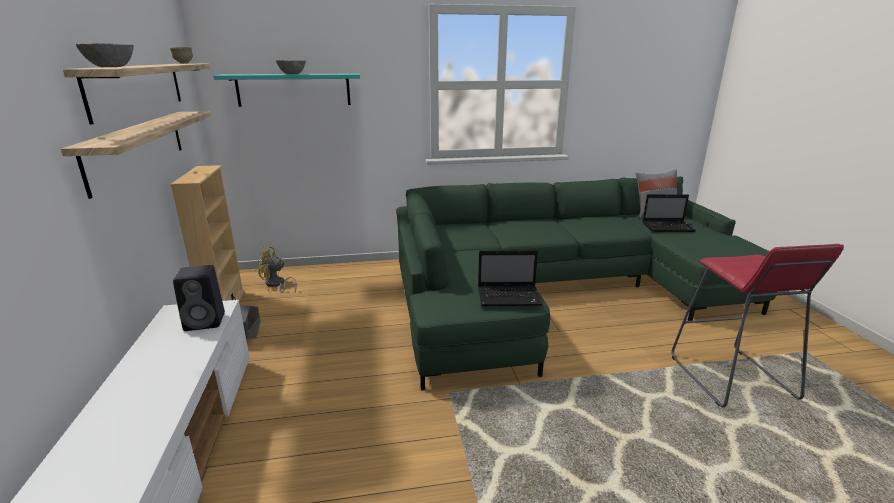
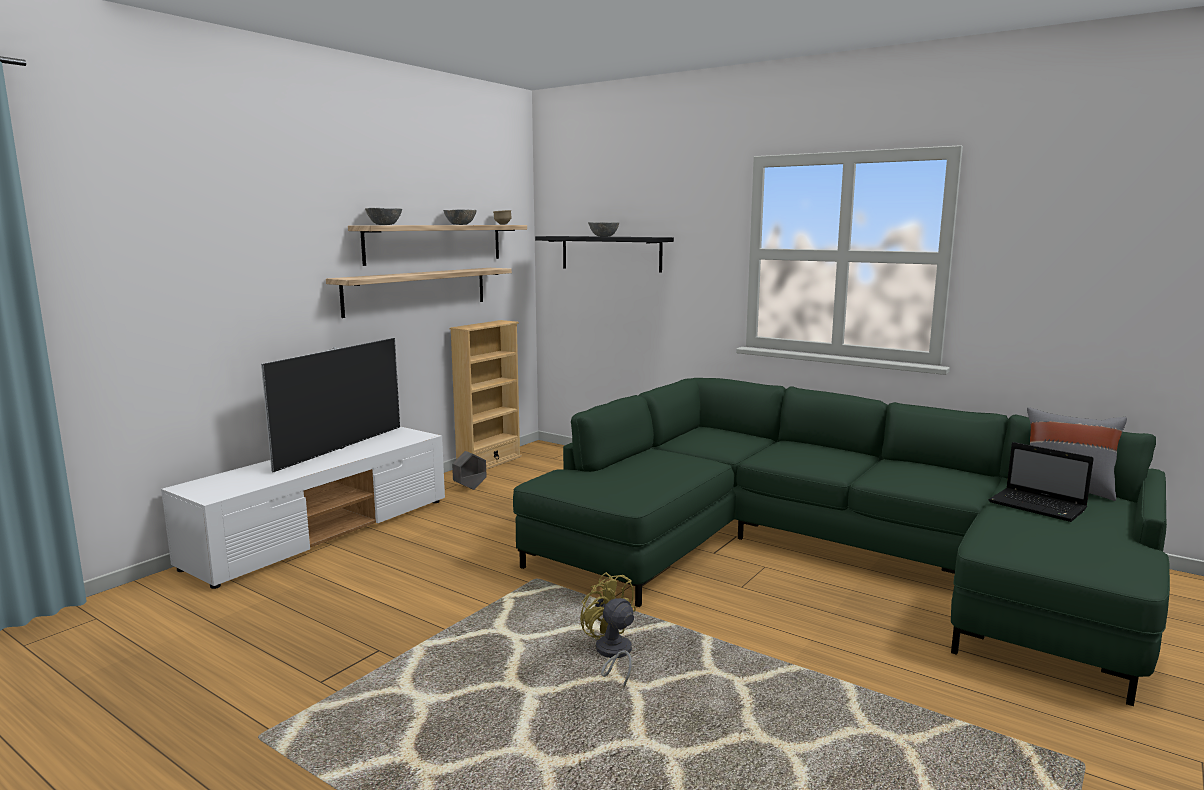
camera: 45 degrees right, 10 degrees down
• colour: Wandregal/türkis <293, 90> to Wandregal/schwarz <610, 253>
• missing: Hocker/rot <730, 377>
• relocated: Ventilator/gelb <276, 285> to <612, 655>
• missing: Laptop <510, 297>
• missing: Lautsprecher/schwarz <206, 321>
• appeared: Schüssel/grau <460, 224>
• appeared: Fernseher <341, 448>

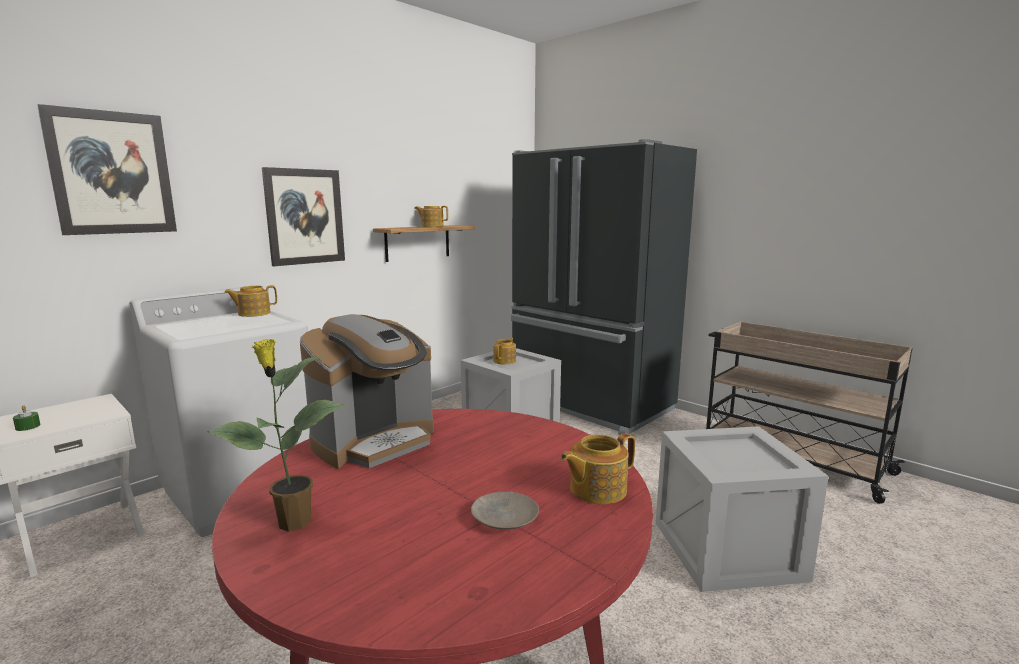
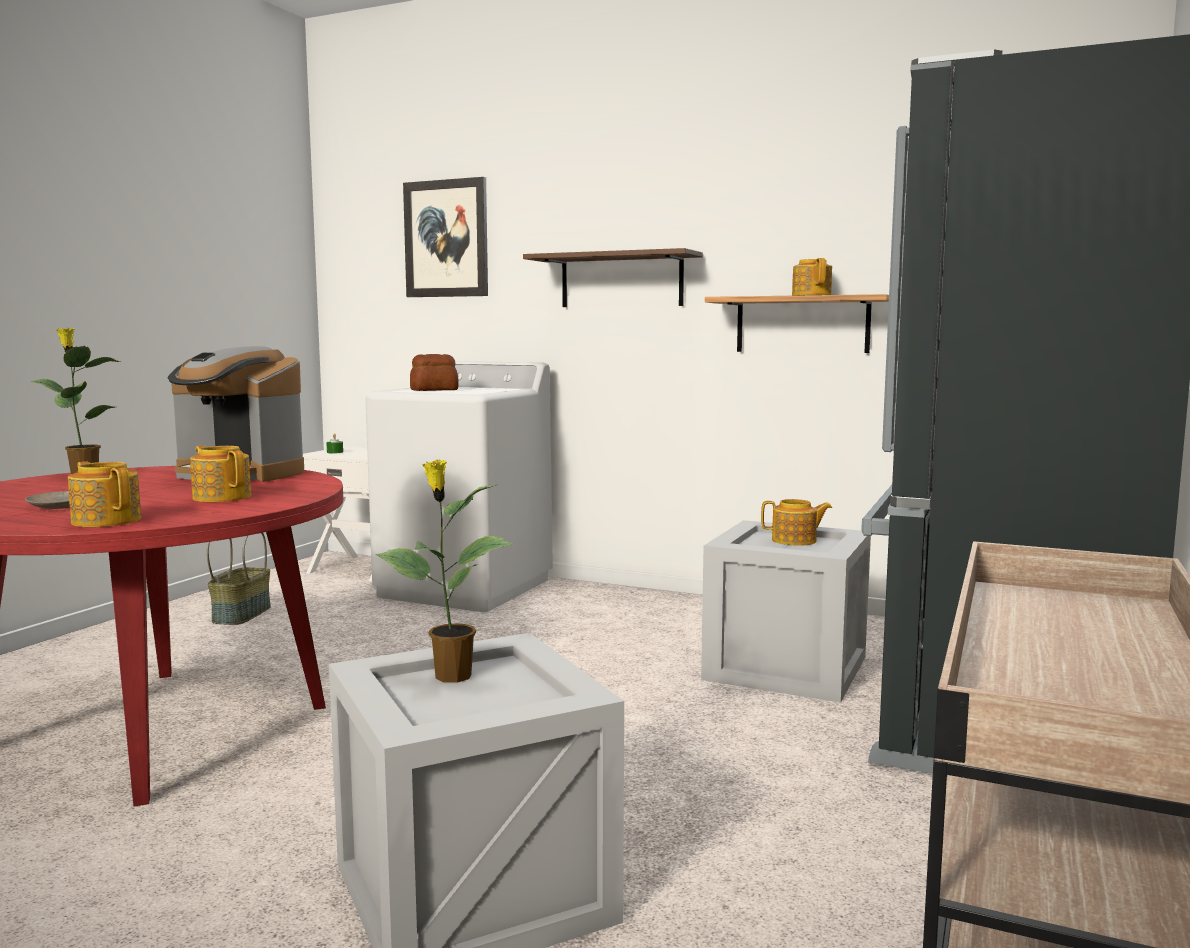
camera: 70 degrees right, 5 degrees down
• exchanged: Bild <305, 216> to Wandregal/braun <621, 280>
• relocated: Teekanne <253, 313> to <222, 497>
• appeared: Brot <435, 390>
• appeared: Topfpflanze <450, 676>
• appeared: Korb <241, 614>

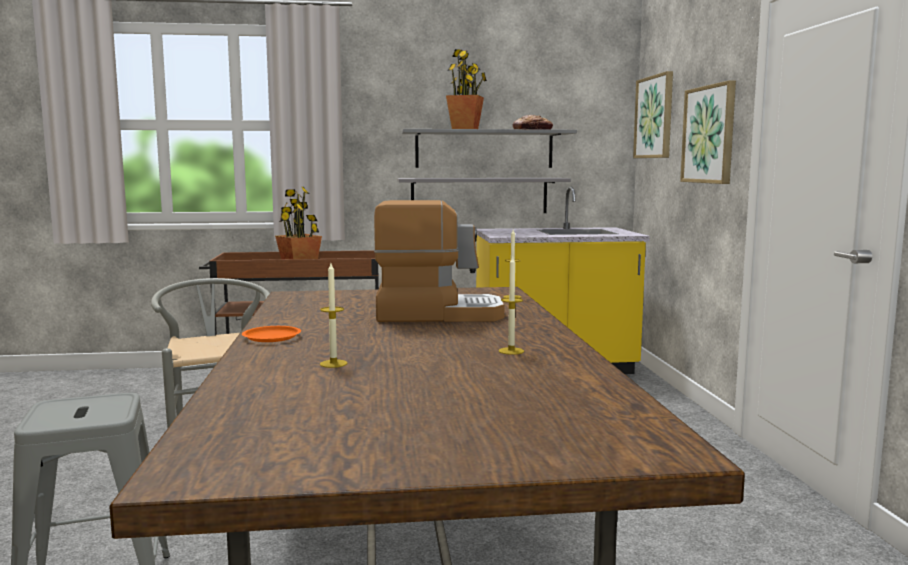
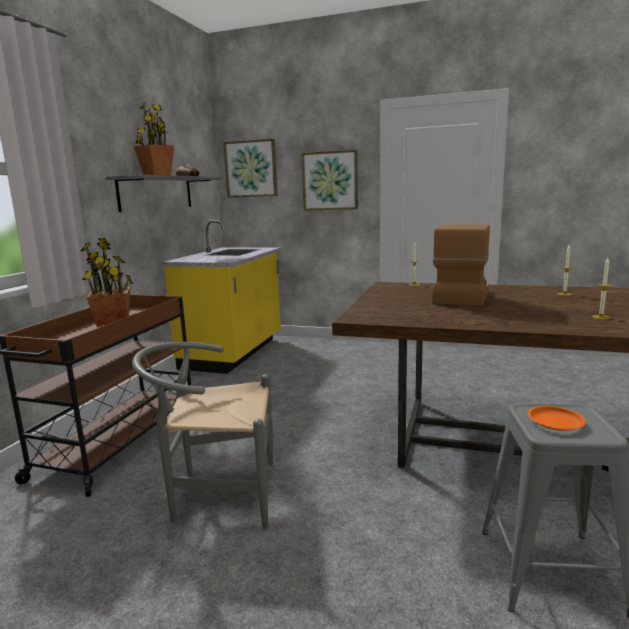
camera: 65 degrees left, 5 degrees up
• missing: Wandregal/grau <479, 195>
• relocated: Teller/orange <271, 337> to <555, 422>

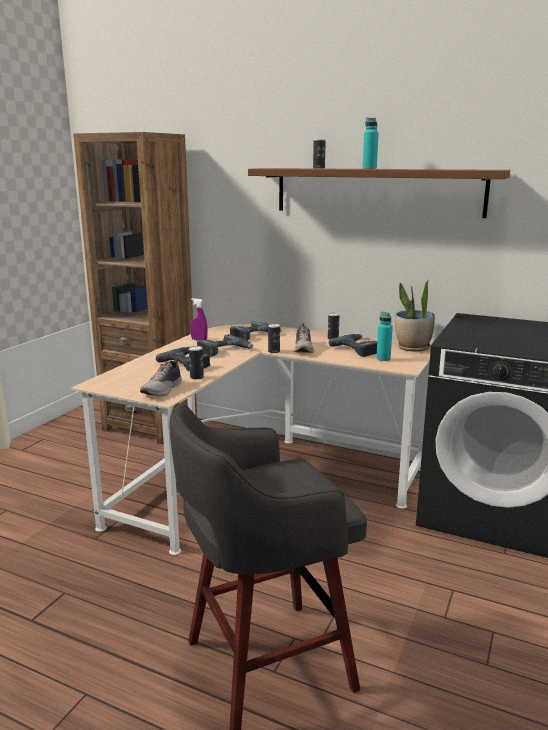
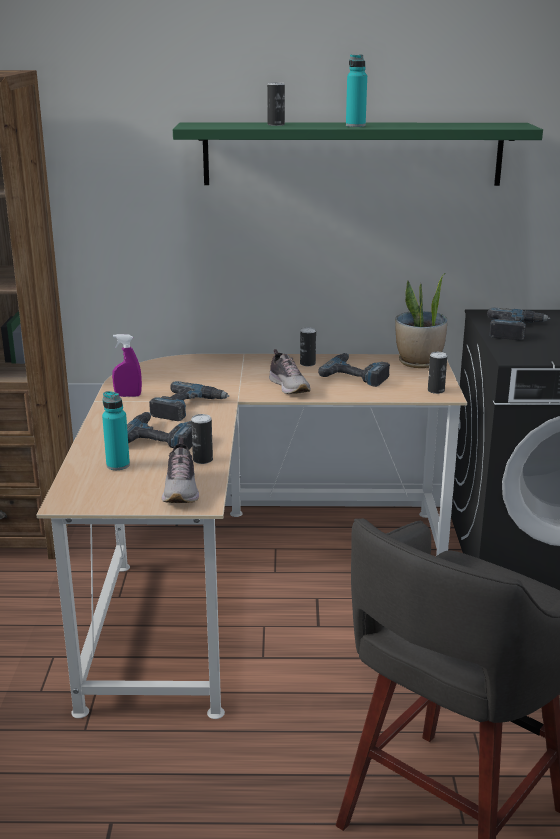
camera: 25 degrees left, 5 degrees up
• colour: Wandregal/braun <377, 191> to Wandregal/grün <352, 154>
• relocated: Flasche/türkis <383, 359> to <118, 465>
• relocated: Bohrmaschine <255, 336> to <515, 330>
• relocated: Dose <274, 351> to <436, 390>

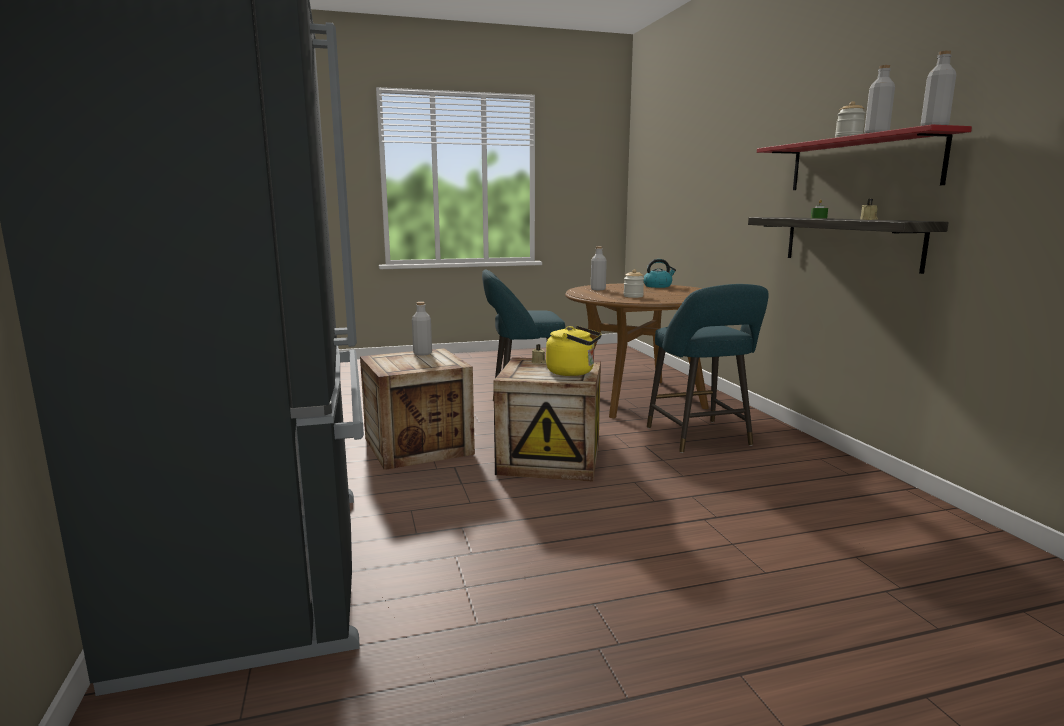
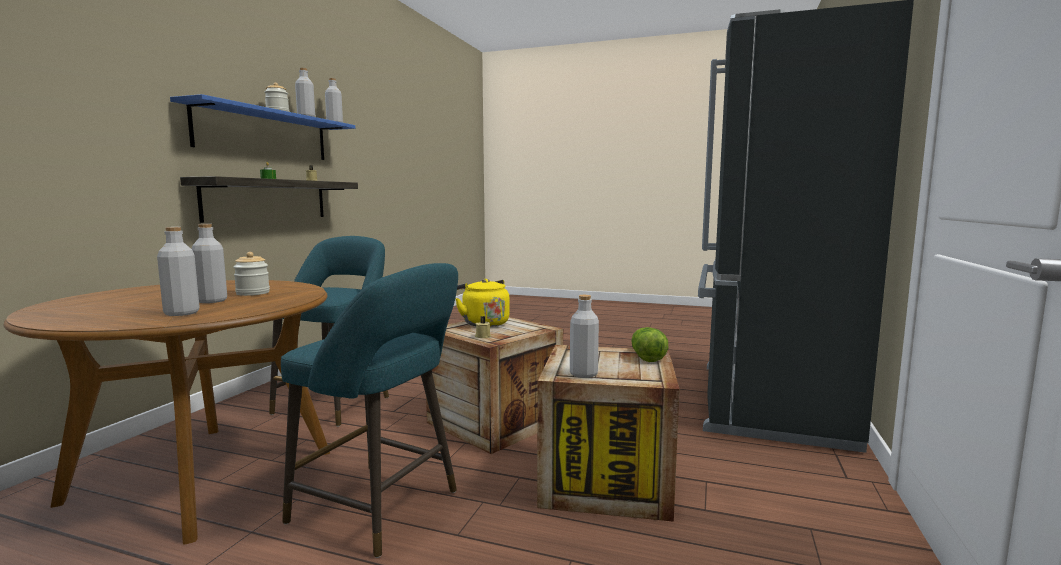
camera: 145 degrees left, 5 degrees down
• colour: Wandregal/rot <861, 164> to Wandregal/blau <265, 134>
• missing: Wasserkessel <658, 286>
• appeared: Flasche/grau <212, 301>
• appeared: Salatkopf <646, 357>

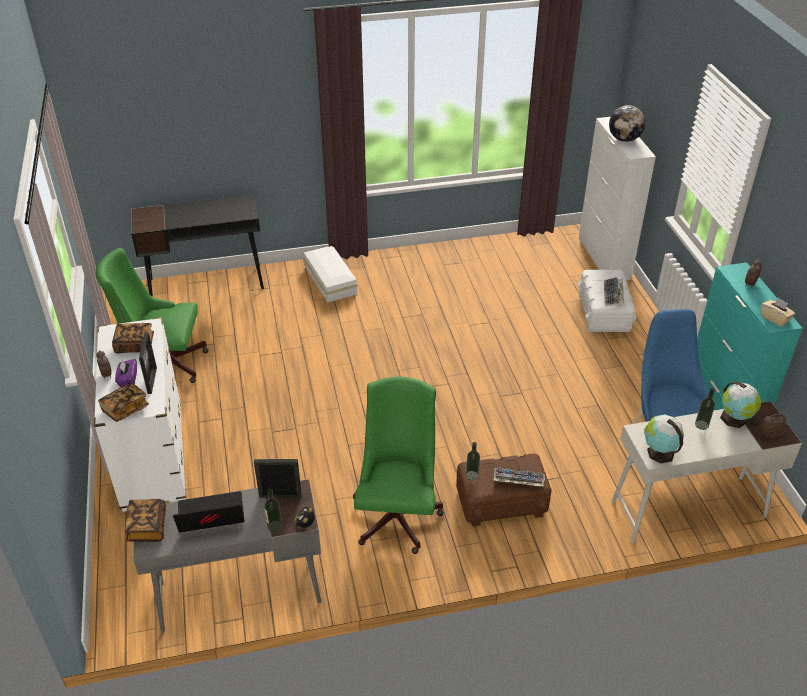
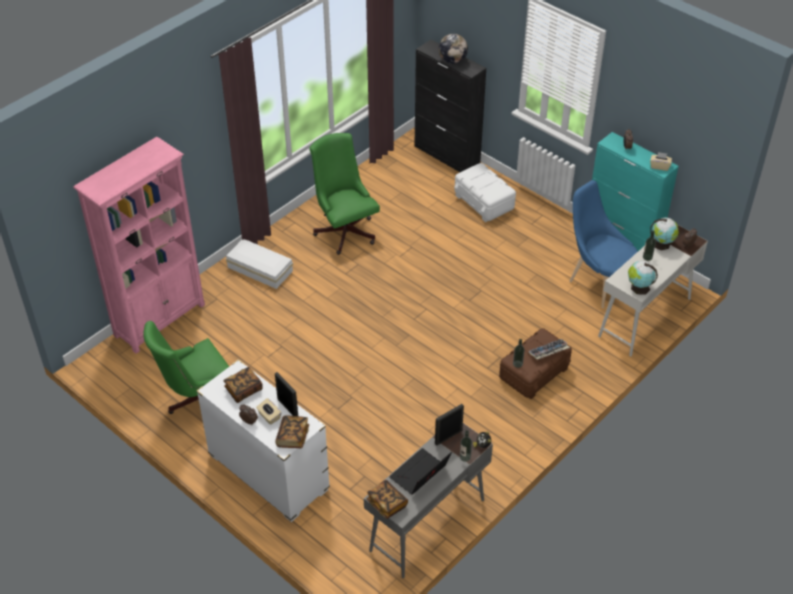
camera: 35 degrees left, 5 degrees up
• colour: Schrank/weiß <604, 258> to Schrank/schwarz <447, 156>
• exchanged: Schreibtisch/schwarz <207, 283> to Bücherregal/rosa <160, 320>
• missing: Tastatur <613, 295>
• colour: Taschentuchbox/lila <128, 379> to Taschentuchbox/beige <269, 416>
• relocated: Bürostuhl/grün <398, 513> to <344, 230>

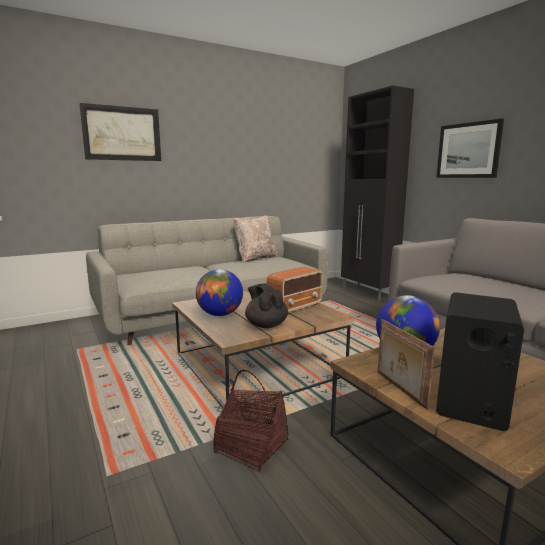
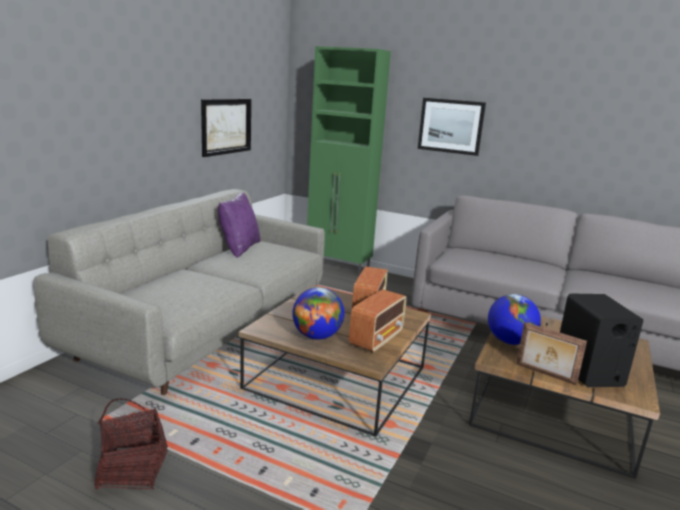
camera: 35 degrees left, 5 degrees up
• colour: Schrank/schwarz <368, 293> to Schrank/grün <339, 267>
• relocated: Bild <122, 133> to <226, 126>
• colour: Kissen/beige <255, 258> to Kissen/lila <239, 248>
• exchanged: Teekanne/schwarz <266, 325> to Radio <377, 339>
• relocated: Korb <251, 446> to <133, 470>

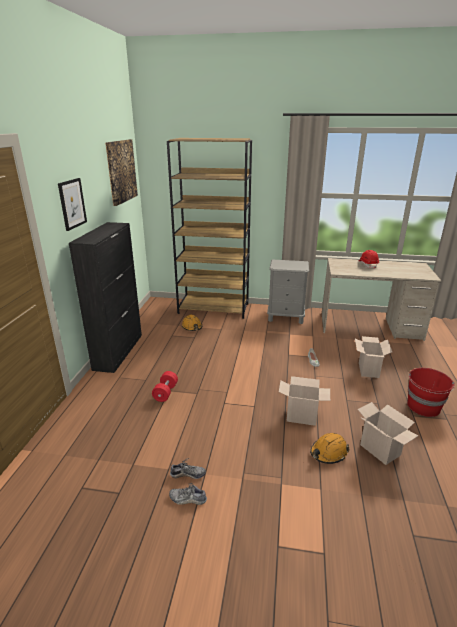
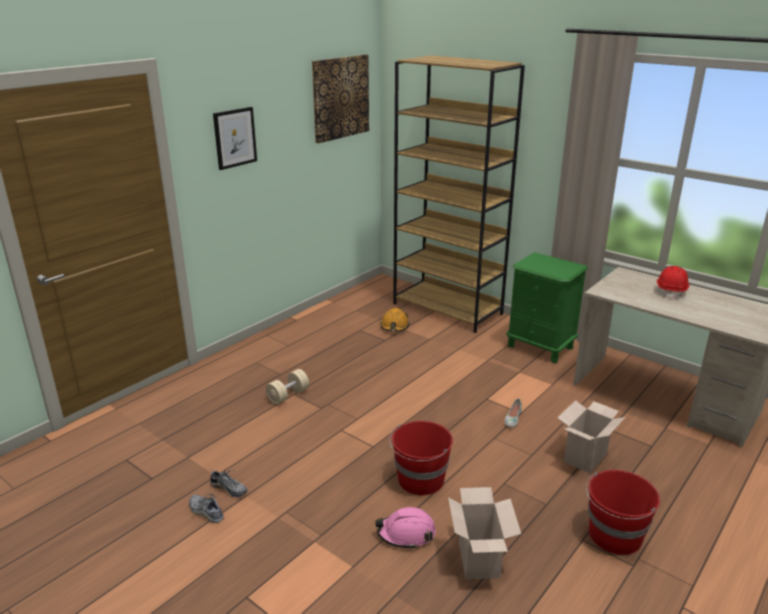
camera: 30 degrees right, 0 degrees up
• missing: Schrank/schwarz <118, 351>
• colour: Nachttisch/grau <286, 317> to Nachttisch/grün <540, 347>
• colour: Hantel/rot <165, 392> to Hantel/beige <288, 395>
• exchanged: Karton <302, 416> to Eimer/rot <420, 480>
• colour: Schutzhelm/orange <328, 453> to Schutzhelm/rosa <406, 534>

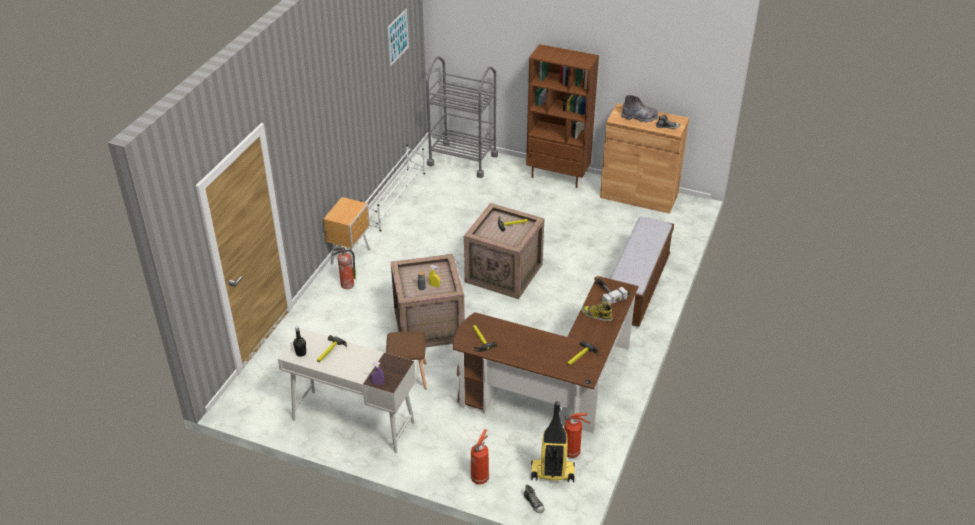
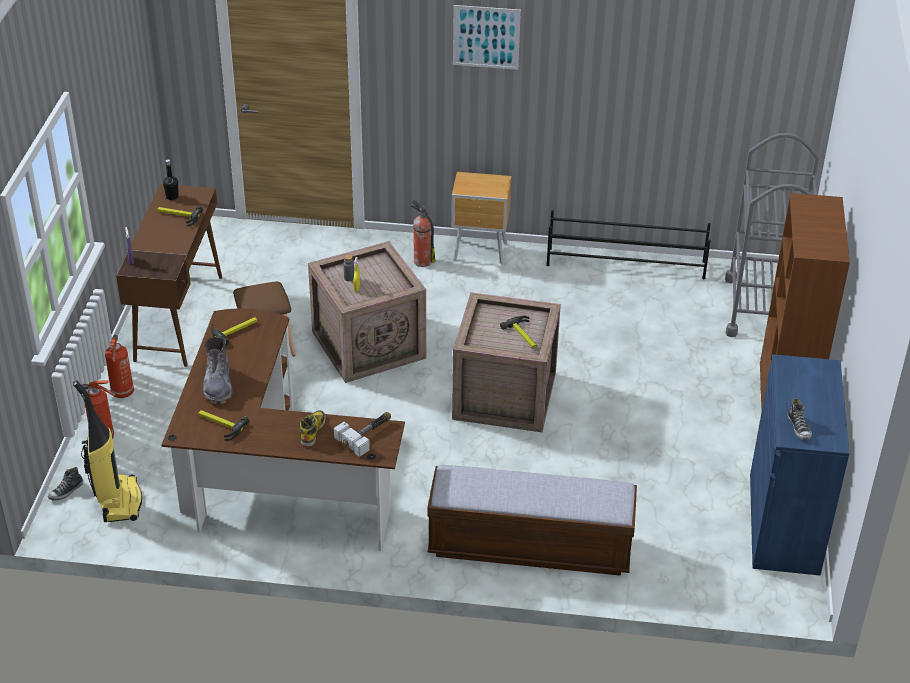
camera: 75 degrees right, 0 degrees up
• relocated: Bild <398, 37> to <486, 37>
• relocated: Stiefel/grau <639, 118> to <218, 385>
• colour: Schrank/braun <639, 195> to Schrank/blau <784, 523>
• colour: Schuhregal/weiß <395, 199> to Schuhregal/schwarz <626, 264>
• colour: Schreibtisch/weiß <352, 421> to Schreibtisch/braun <179, 317>
• relocated: Feuerlöscher <572, 452> to <122, 393>

